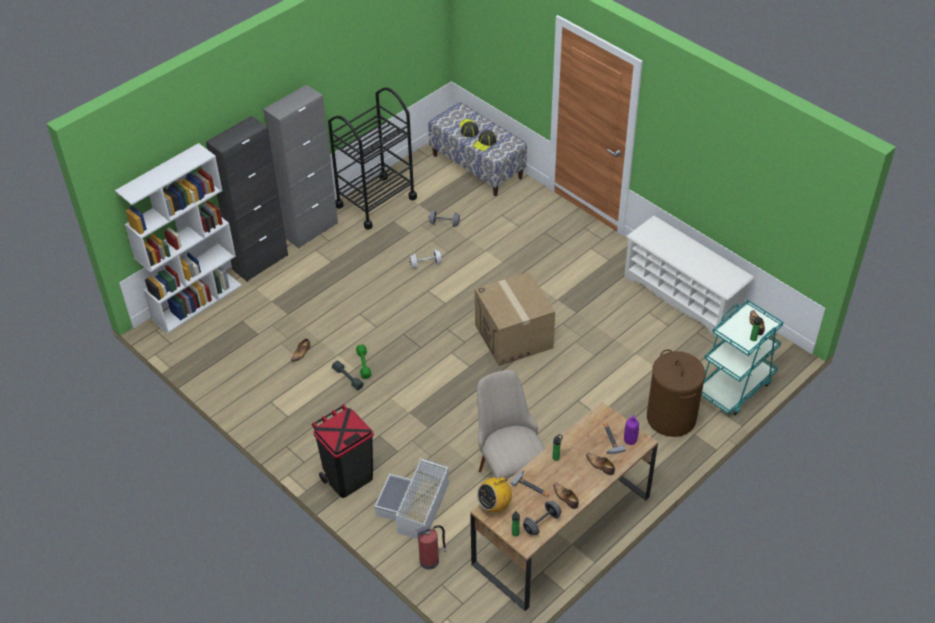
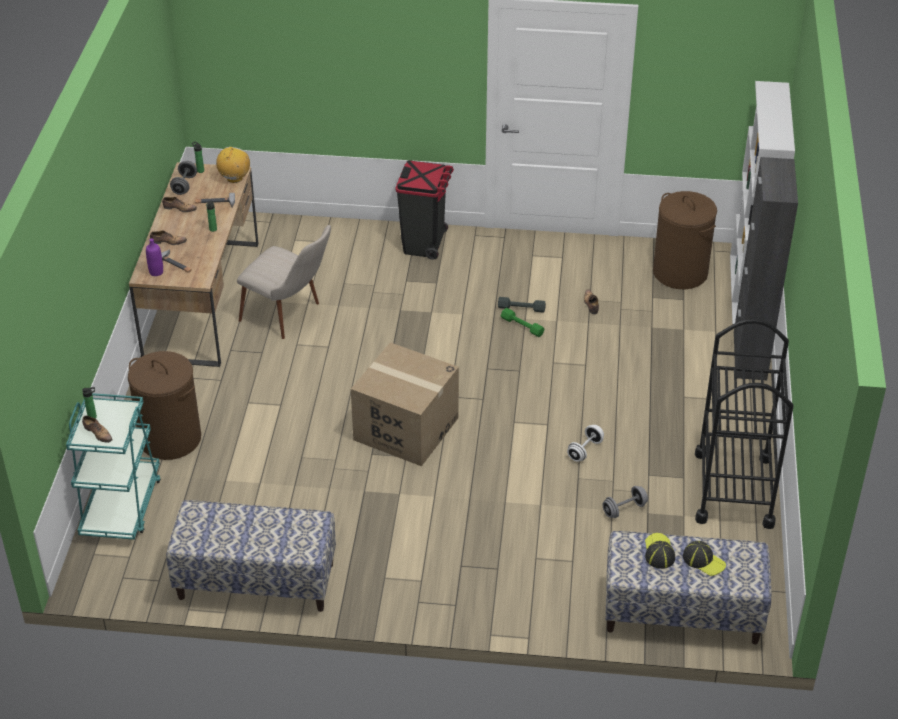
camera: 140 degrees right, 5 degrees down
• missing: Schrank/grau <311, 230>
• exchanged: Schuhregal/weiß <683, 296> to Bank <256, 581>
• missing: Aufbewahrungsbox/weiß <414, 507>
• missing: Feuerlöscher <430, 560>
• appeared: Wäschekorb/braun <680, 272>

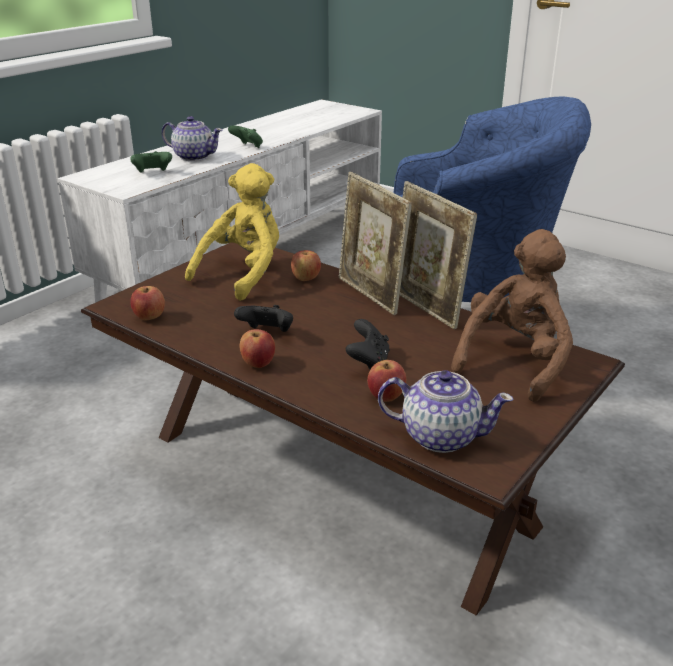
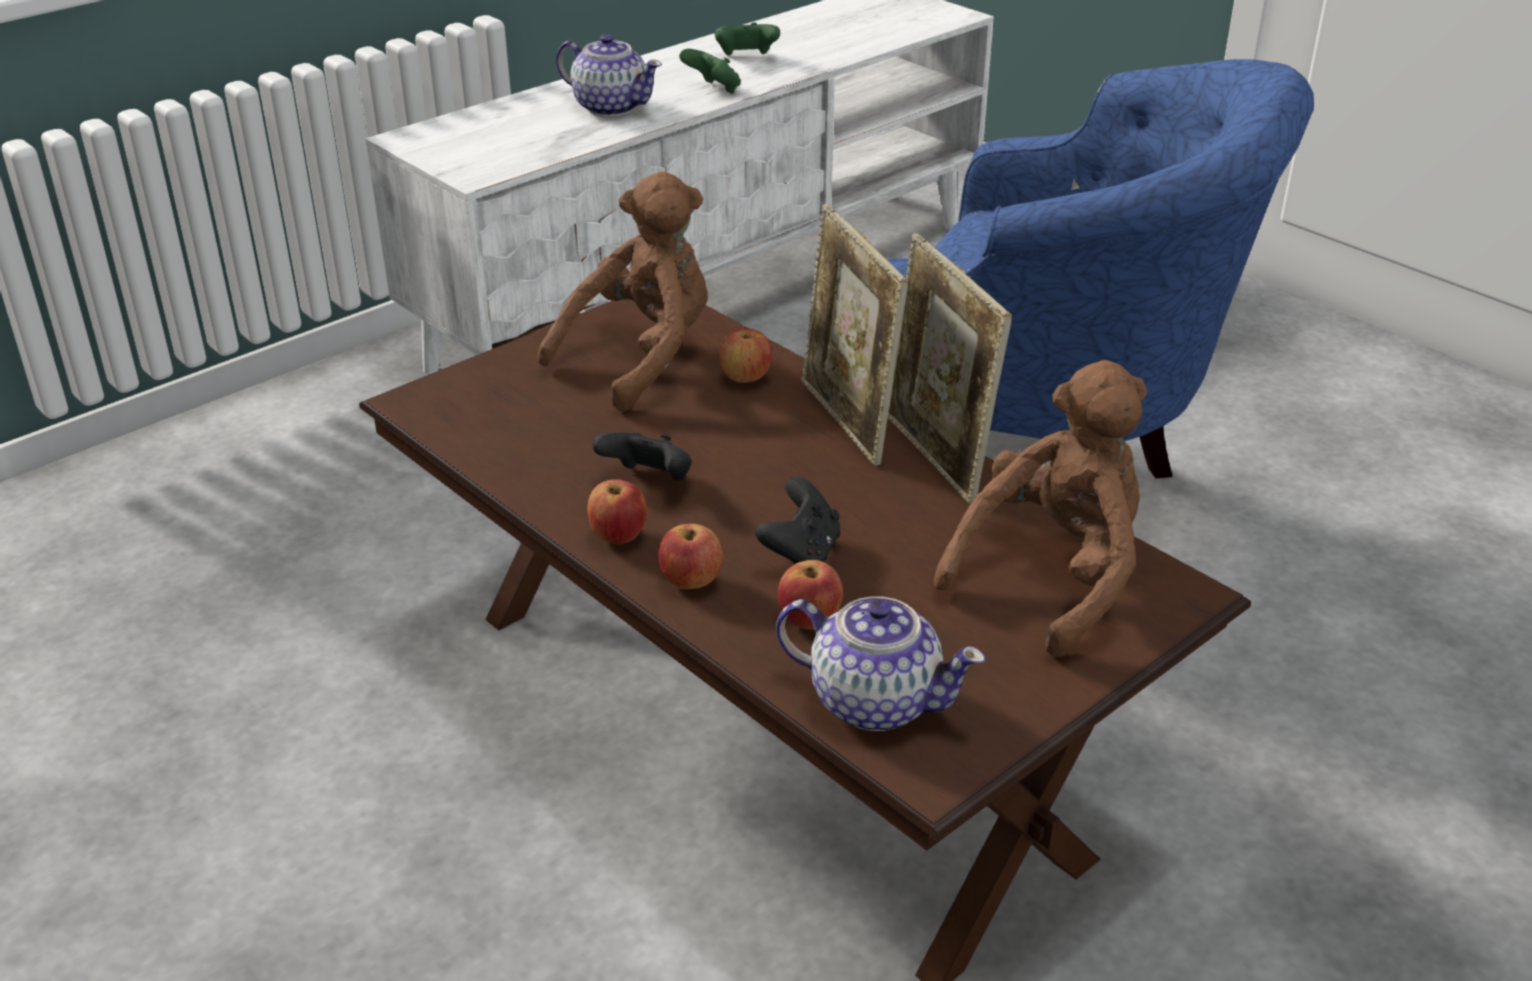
camera: 10 degrees right, 5 degrees up
• relocated: Gamepad/grün <153, 173> to <746, 58>
• colour: Plüschtier/gelb <244, 274> to Plüschtier/braun <642, 358>
• relocated: Apfel <149, 317> to <691, 582>

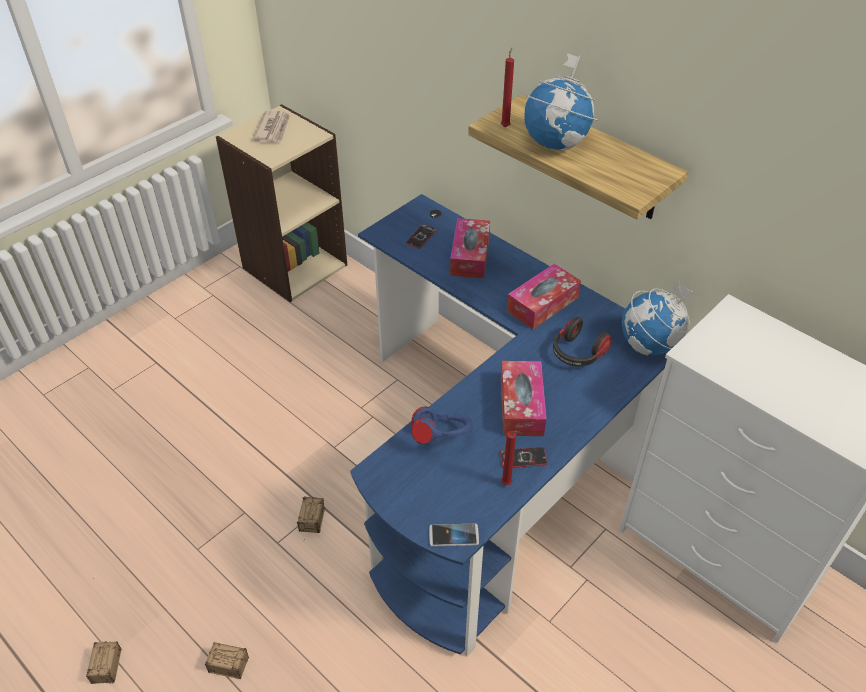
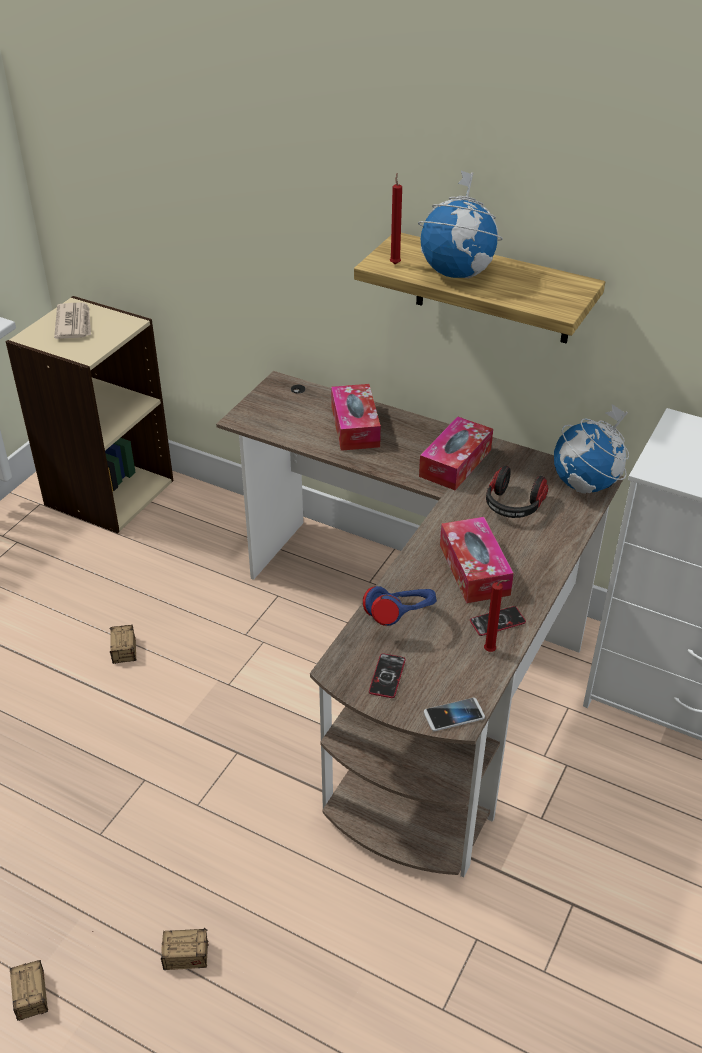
camera: 15 degrees left, 5 degrees down
• colour: Schreibtisch/blau <494, 464> to Schreibtisch/braun <421, 665>
• relocated: Handy <421, 237> to <387, 676>
• relocated: Aufbewahrungsbox <308, 537> to <124, 668>

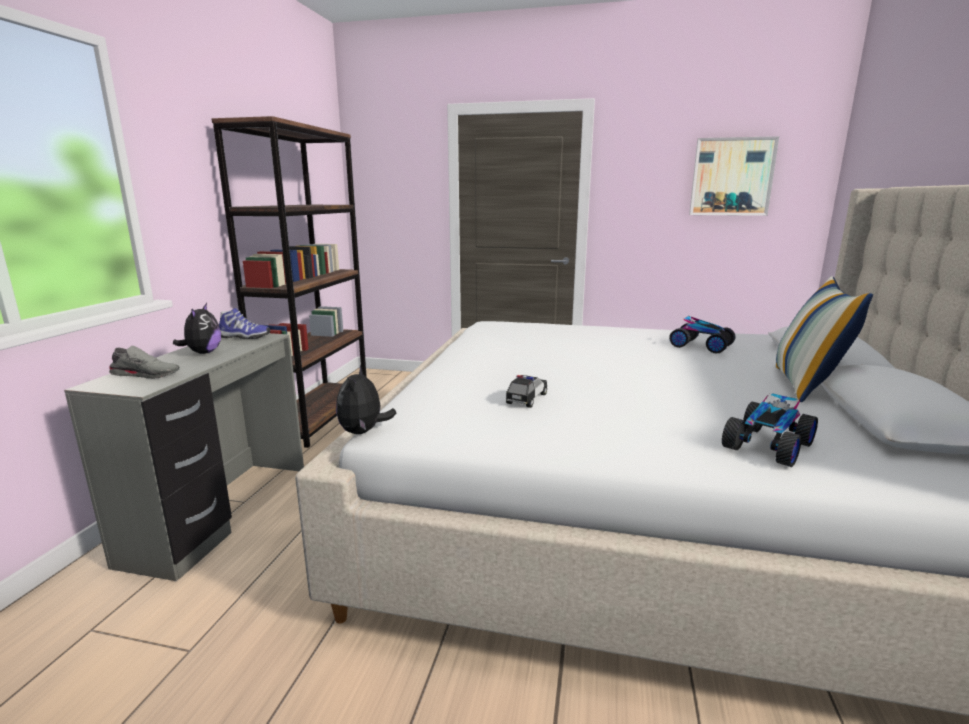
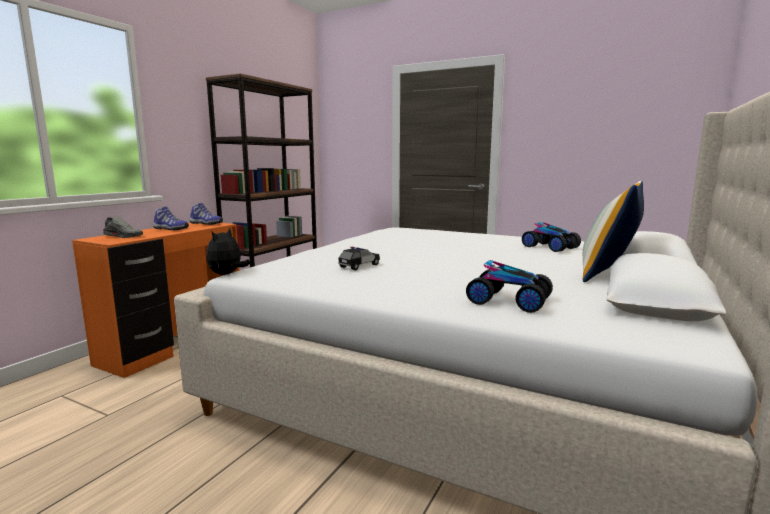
camera: 15 degrees right, 5 degrees down
• missing: Bild <731, 177>
• exchanged: Plüschtier <203, 353> to Schuh <170, 229>
• colour: Schreibtisch/grau <223, 512> to Schreibtisch/orange <176, 345>
• spun: Spielzeugauto <766, 445> = <508, 301> 120 degrees counterclockwise

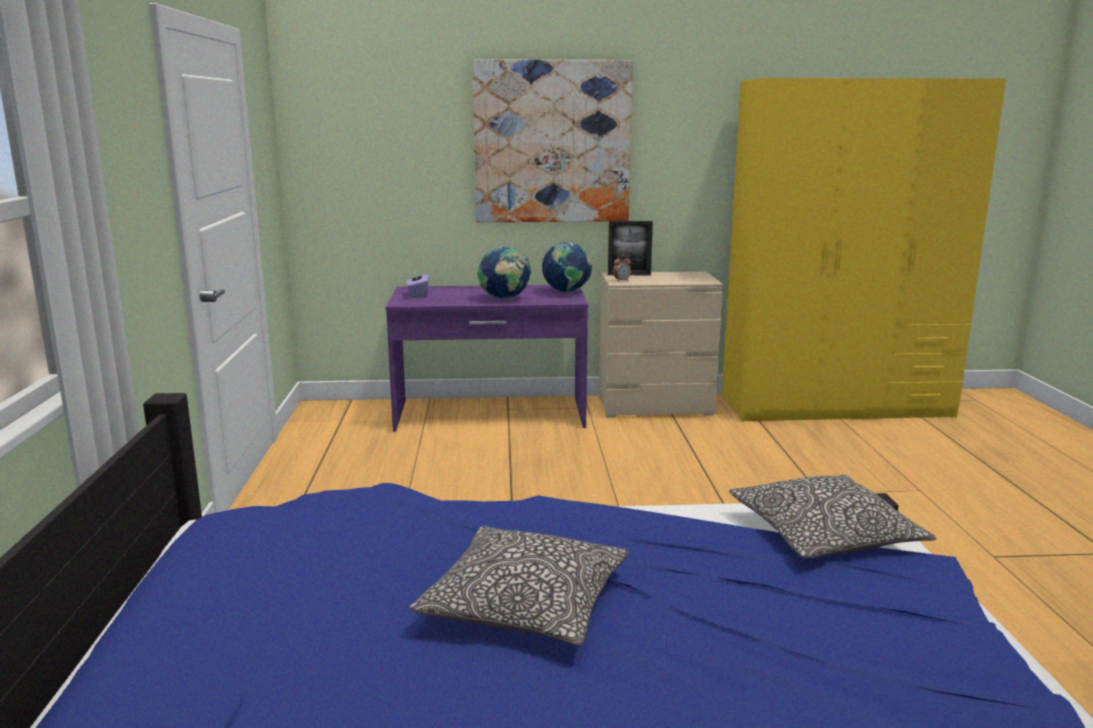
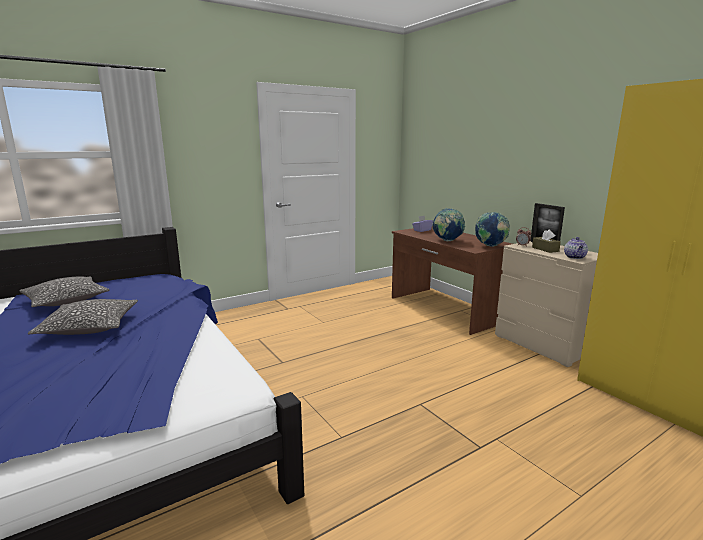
camera: 60 degrees right, 0 degrees up
• missing: Bild <552, 142>
• colour: Schreibtisch/lila <490, 414> to Schreibtisch/braun <446, 309>
• relocated: Kissen <824, 535> to <66, 300>
• appeared: Taschentuchbox/braun <545, 249>
• appeared: Teekanne <575, 257>

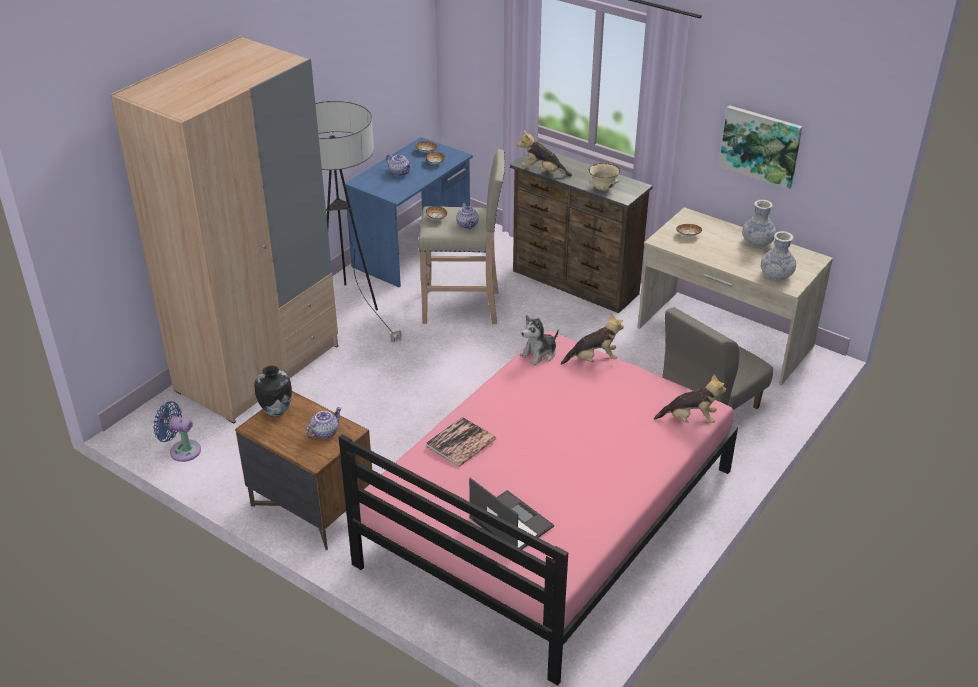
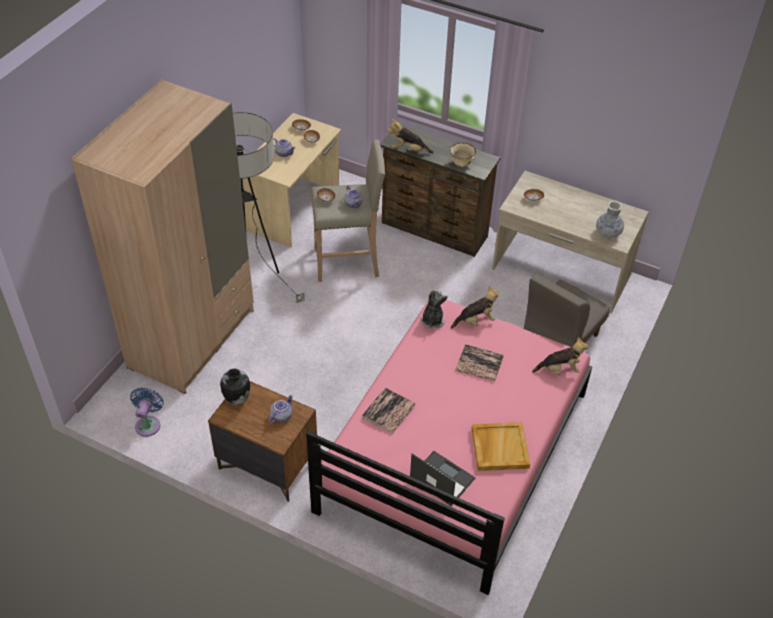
camera: 10 degrees left, 10 degrees up
• missing: Bild <760, 145>
• colour: Schreibtisch/blau <413, 251> to Schreibtisch/beige <295, 210>
• missing: Vase <757, 242>
• spun: Plüschtier <539, 354> = <432, 320> 150 degrees clockwise
• spun: Ventilator/blau <182, 450> = <148, 424> 90 degrees clockwise
• appeared: Buch <479, 363>
• appeared: Tablett/beige <499, 447>

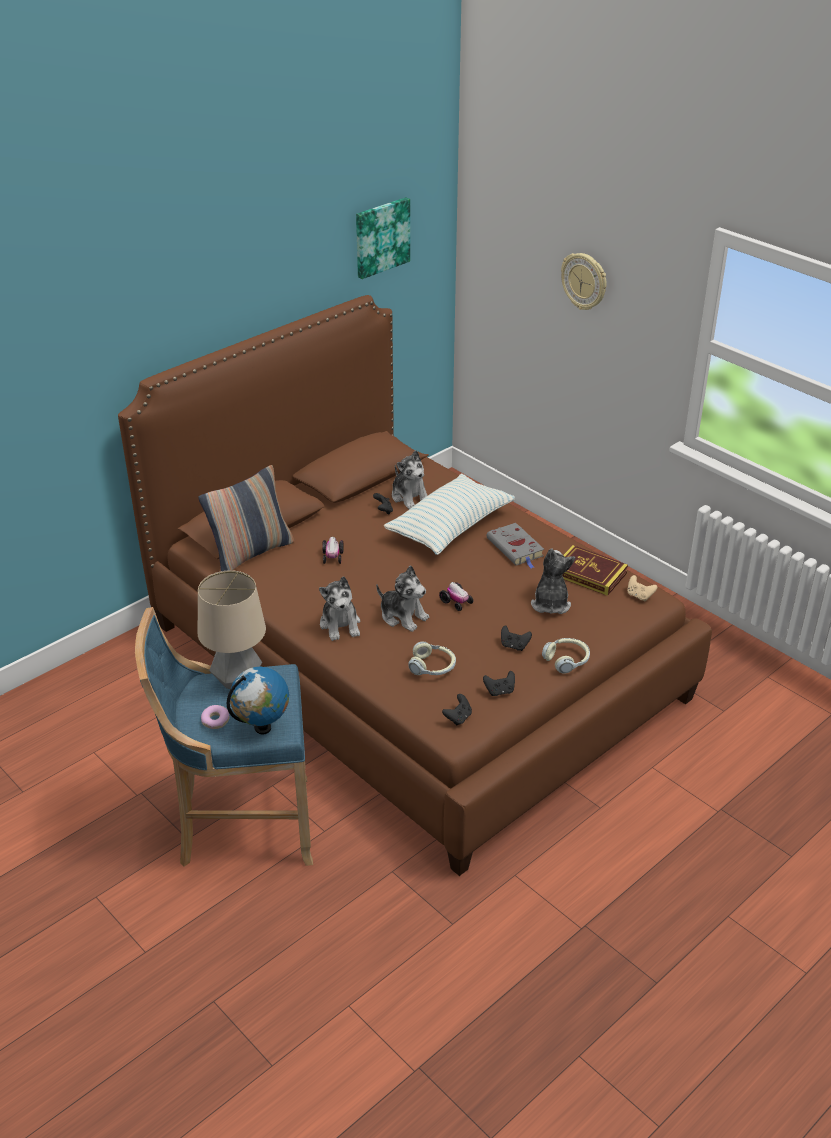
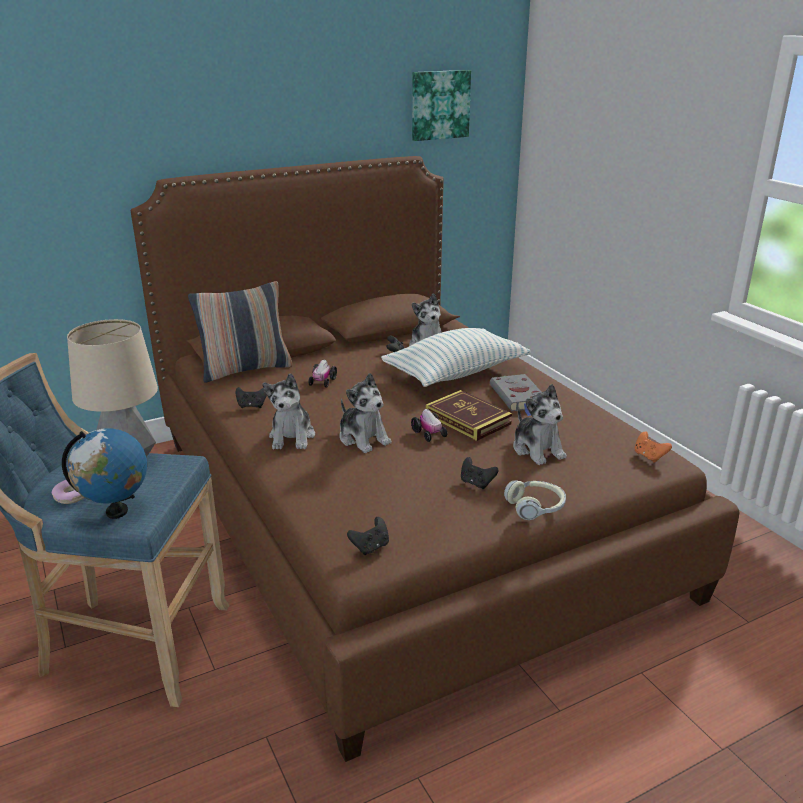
camera: 15 degrees right, 10 degrees down
• missing: Wanduhr <584, 281>
• relocated: Buch <589, 574> to <468, 419>
• spun: Plüschtier <550, 603> = <537, 449> 135 degrees clockwise
• colour: Gamepad/beige <639, 596> to Gamepad/orange <649, 456>
• missing: Kopfhörer <433, 667>
• relocated: Gamepad/schwarz <499, 691> to <252, 406>

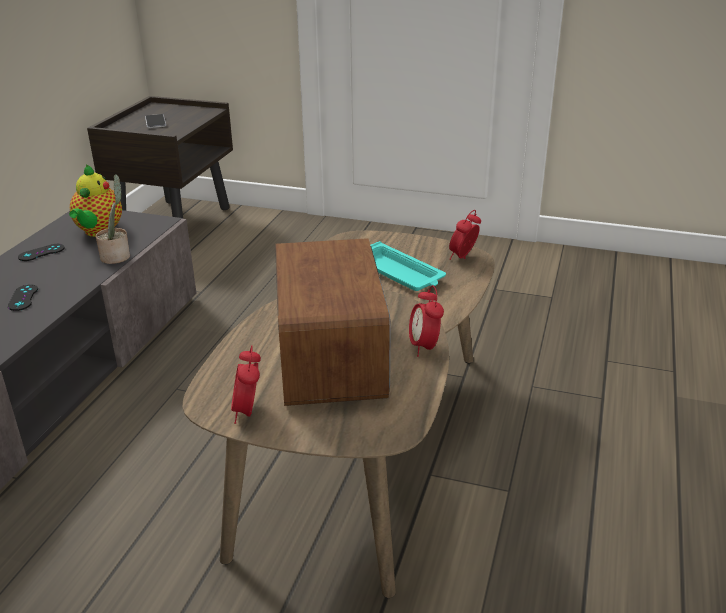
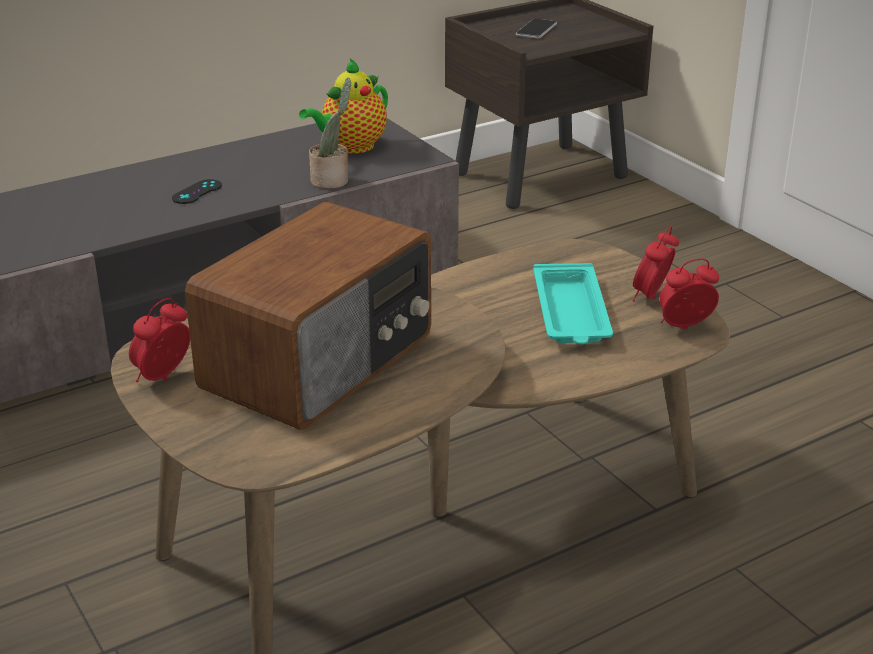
camera: 40 degrees right, 0 degrees up
• missing: Gamepad/schwarz <41, 252>
• relocated: Wecker <424, 347> to <651, 297>

